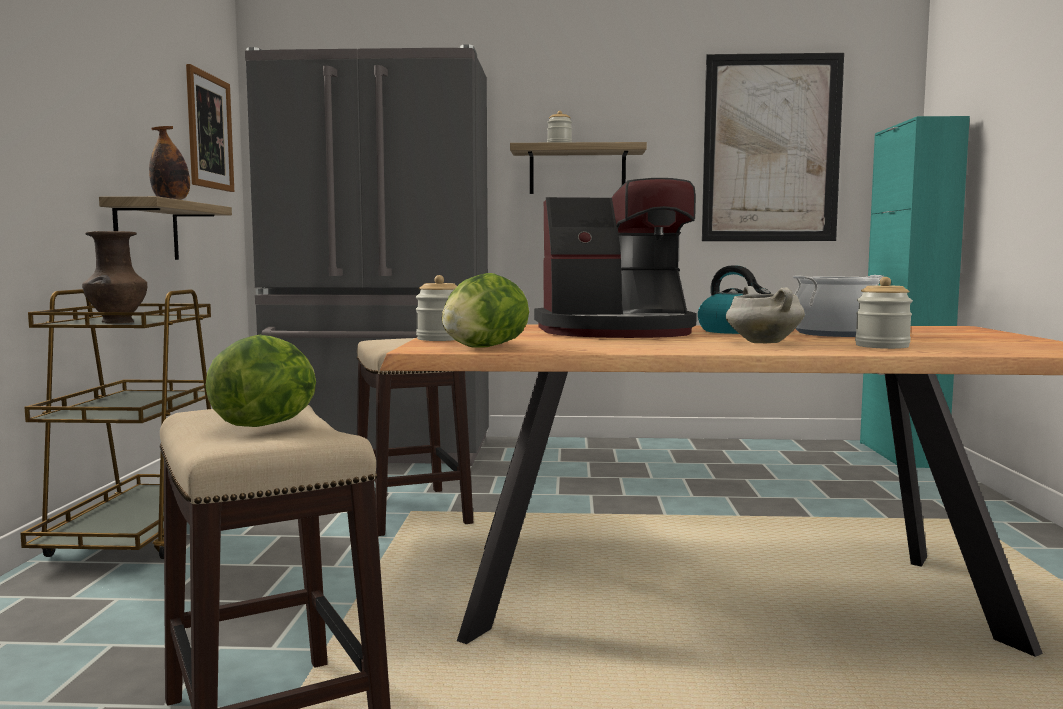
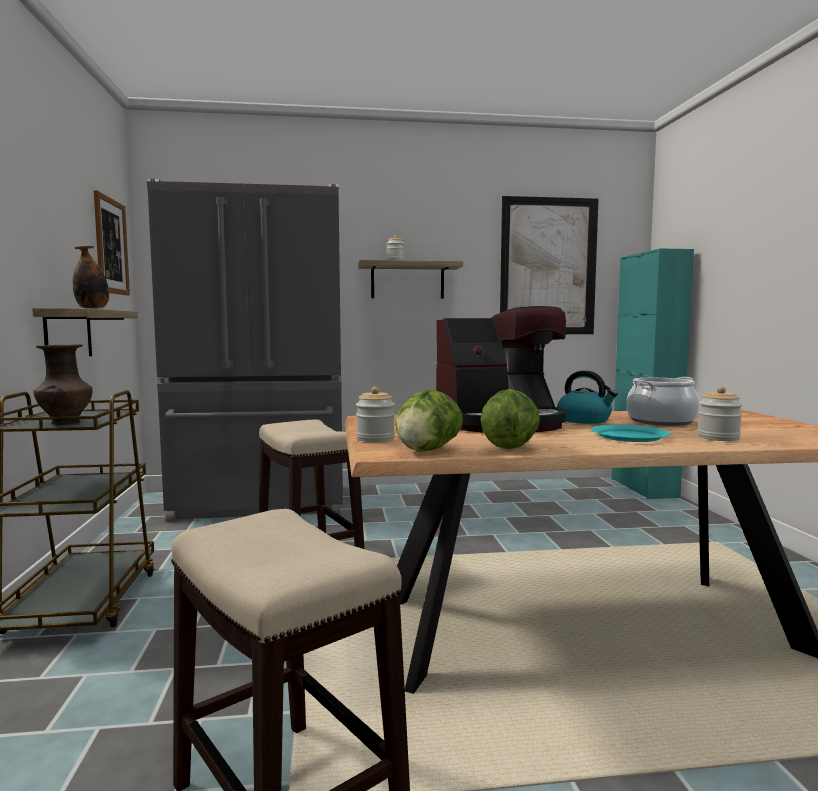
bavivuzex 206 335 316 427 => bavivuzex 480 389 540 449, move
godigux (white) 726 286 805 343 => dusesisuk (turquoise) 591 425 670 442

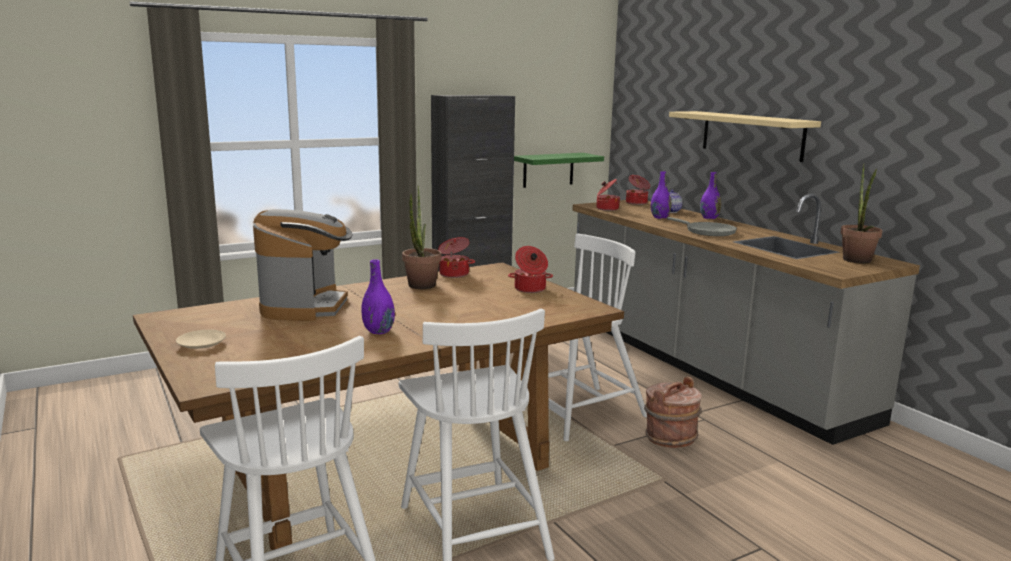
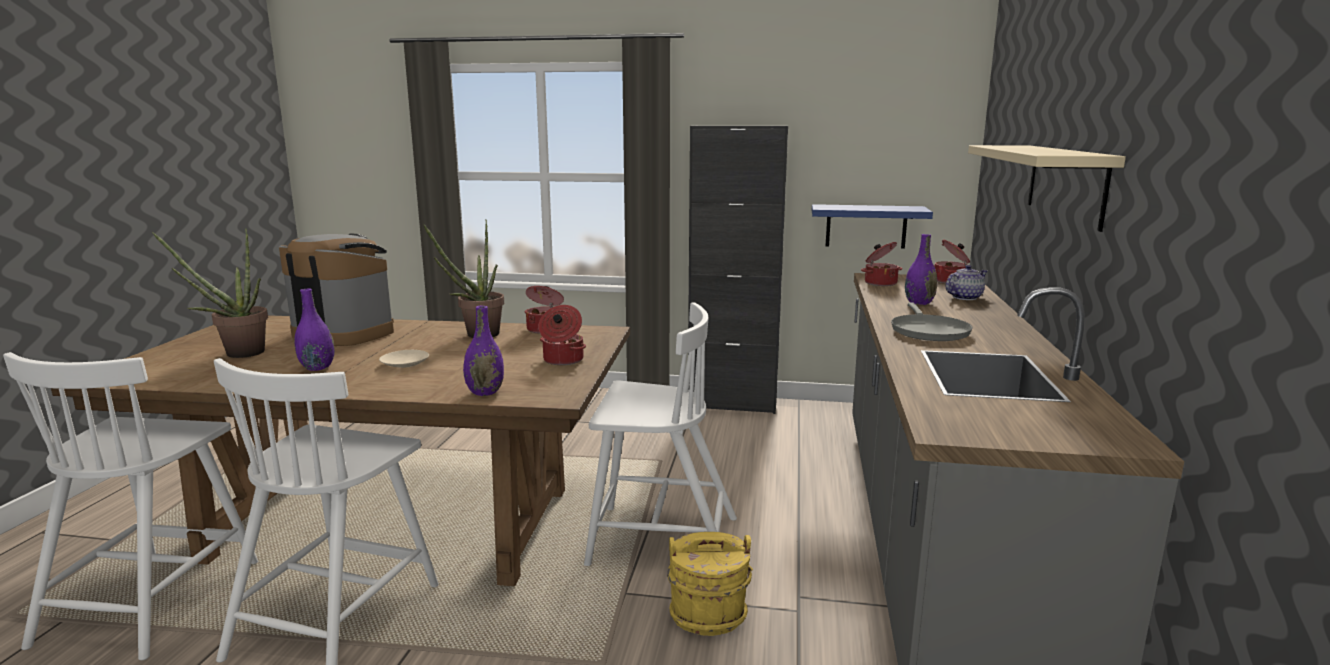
dusesisuk (beige) 176 330 226 349 => dusesisuk (beige) 379 350 429 368, move
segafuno 253 209 353 321 => segafuno 279 233 394 346, 105 degrees counterclockwise
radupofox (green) 514 153 604 188 => radupofox (blue) 812 204 933 249
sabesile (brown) 644 376 702 448 => sabesile (yellow) 667 532 753 636
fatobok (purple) 700 172 721 219 => fatobok (purple) 463 306 504 396, move
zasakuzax 841 164 882 264 => zasakuzax 152 229 268 358, move

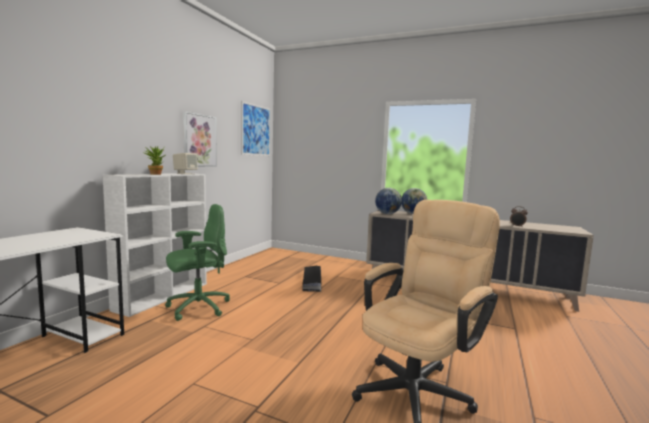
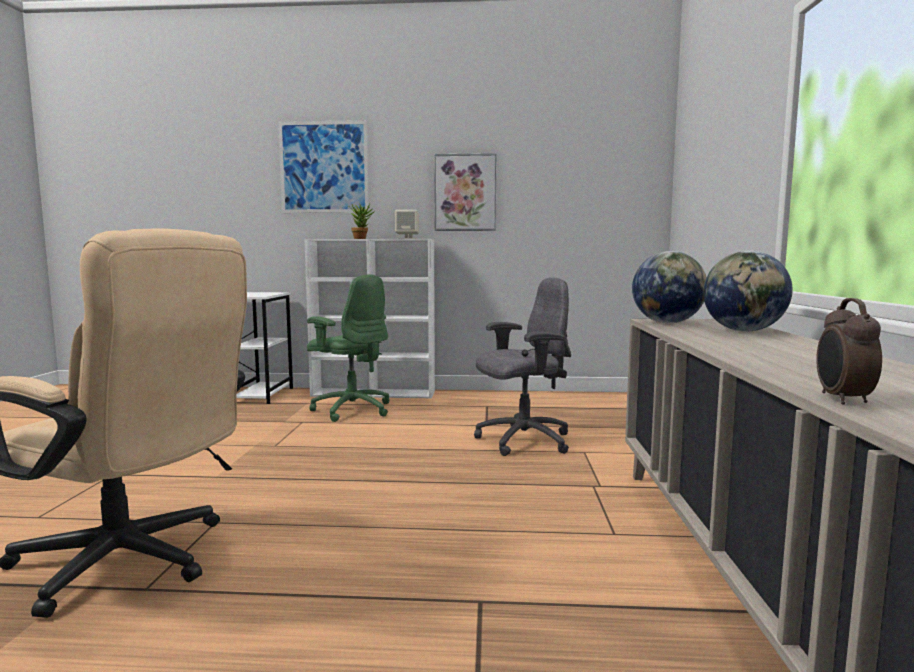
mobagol 241 101 271 156 => mobagol 278 120 369 213, move
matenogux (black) 302 266 321 292 => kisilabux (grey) 474 277 571 456

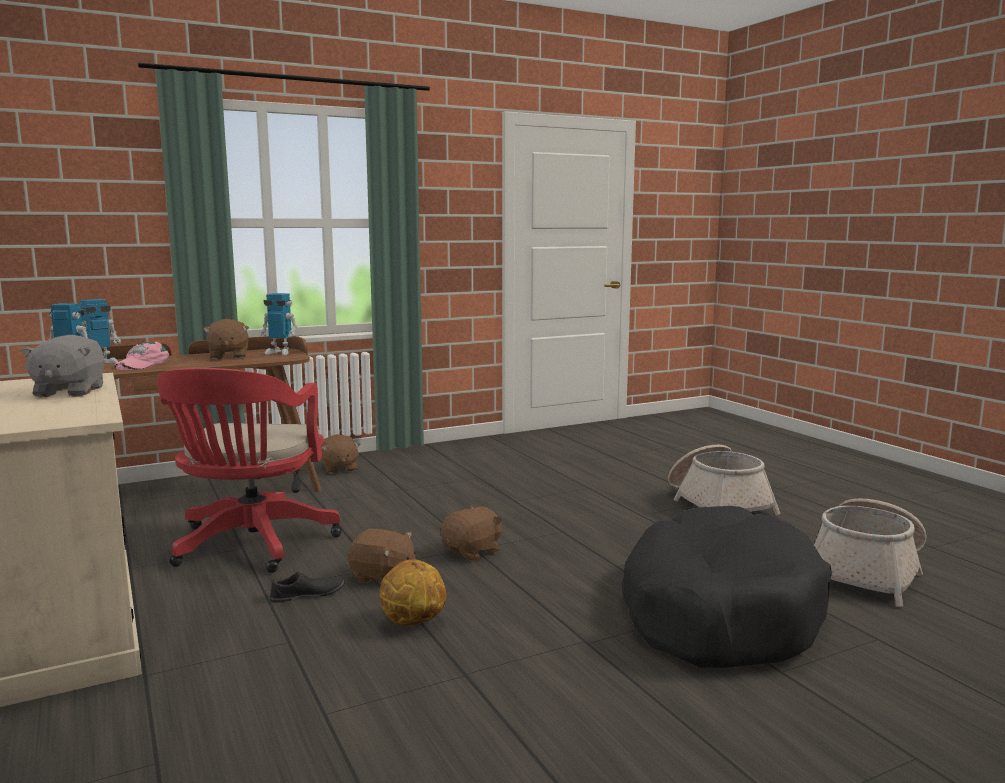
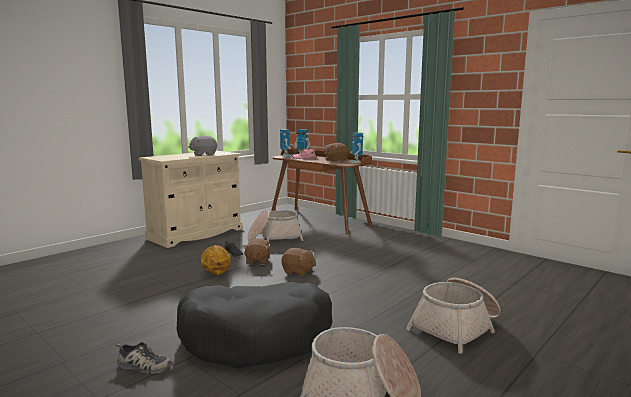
kisilabux (red) 157 368 342 573 => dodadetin 247 210 303 243
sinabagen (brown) 321 434 360 474 => nothing
nothing => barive 115 342 171 374

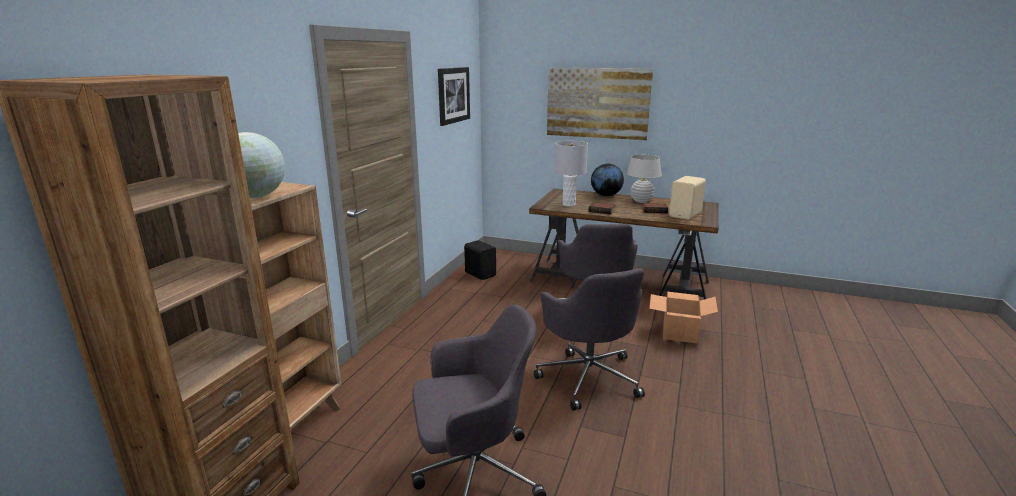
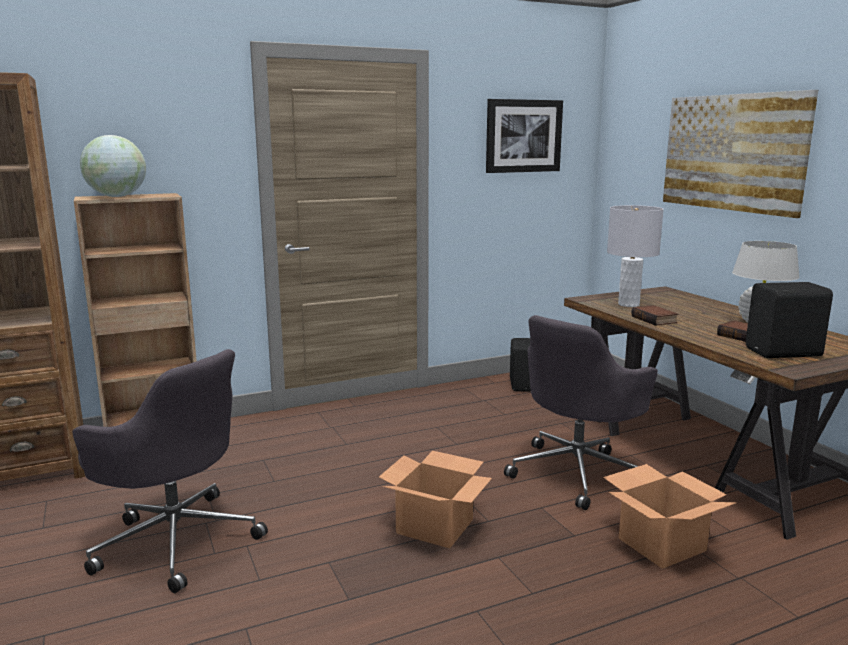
kisilabux (grey) 534 268 645 411 => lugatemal 379 451 492 548
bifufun 591 164 624 196 => nothing
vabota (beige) 669 176 706 220 => vabota (black) 746 282 833 358

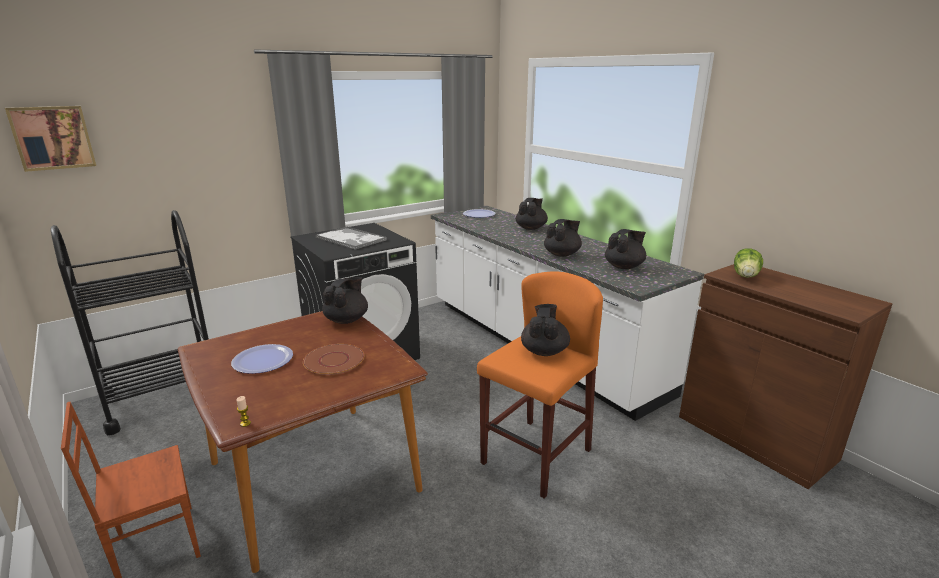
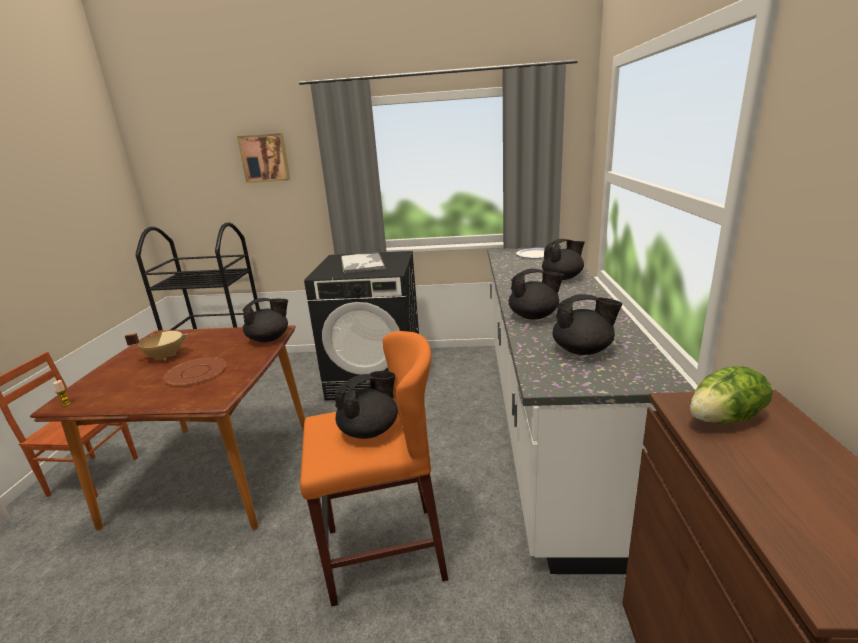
mobagol 5 106 96 172 => mobagol 237 133 290 183, move
dusesisuk 231 344 293 374 => godigux (beige) 125 331 188 361

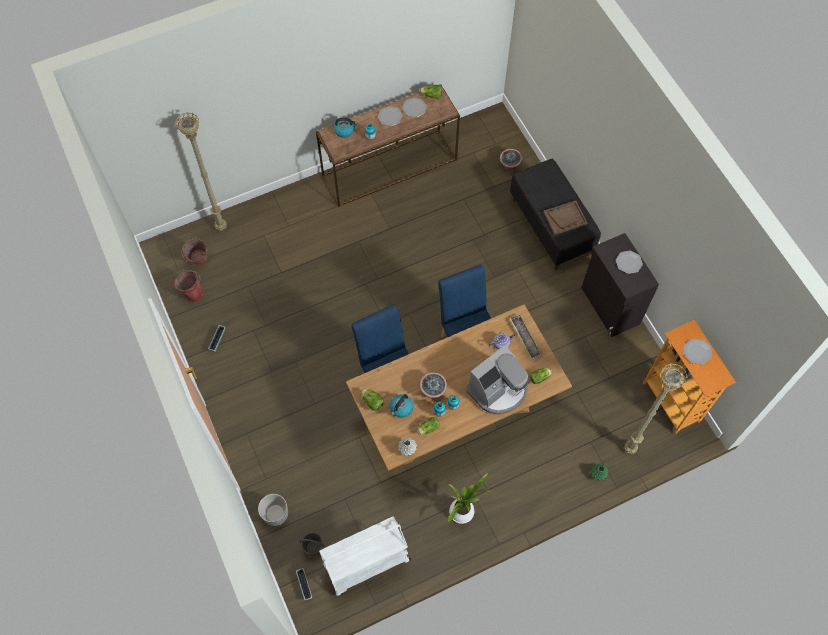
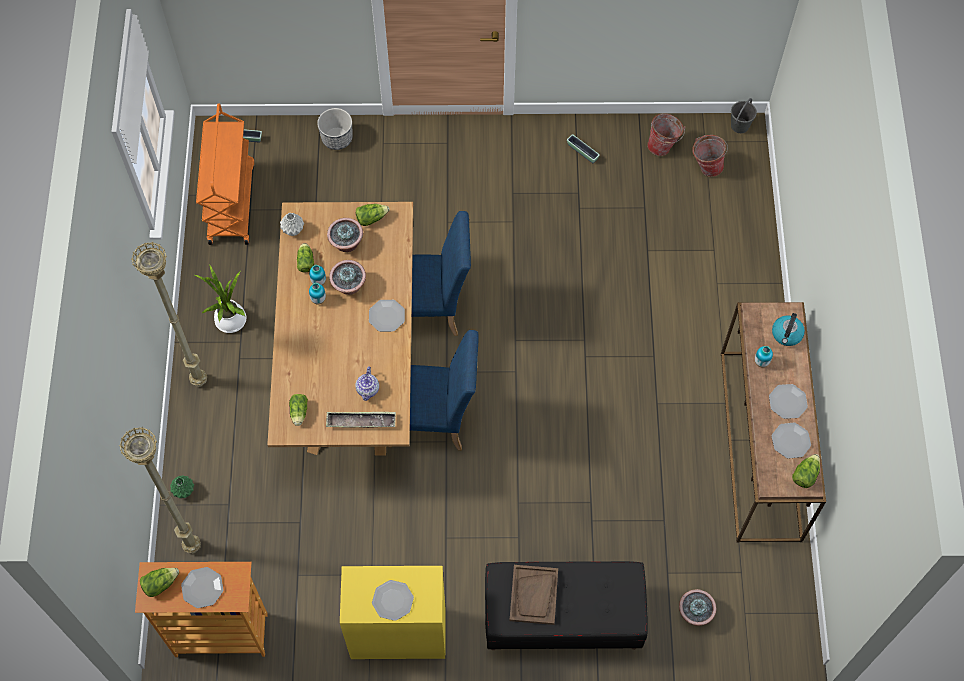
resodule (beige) 175 112 227 231 => resodule (beige) 131 242 207 387, move
sabesile (grey) 299 532 325 556 => sabesile (grey) 731 98 757 133, move
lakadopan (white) 319 517 411 596 => lakadopan (orange) 196 104 255 245
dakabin 389 394 413 418 => zasakuzax 327 218 363 252
segafuno 466 345 529 415 => nothing
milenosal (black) 581 233 659 337 => milenosal (yellow) 340 566 446 659
nothing => bavivuzex 140 568 179 597
nothing => dusesisuk 369 300 405 332

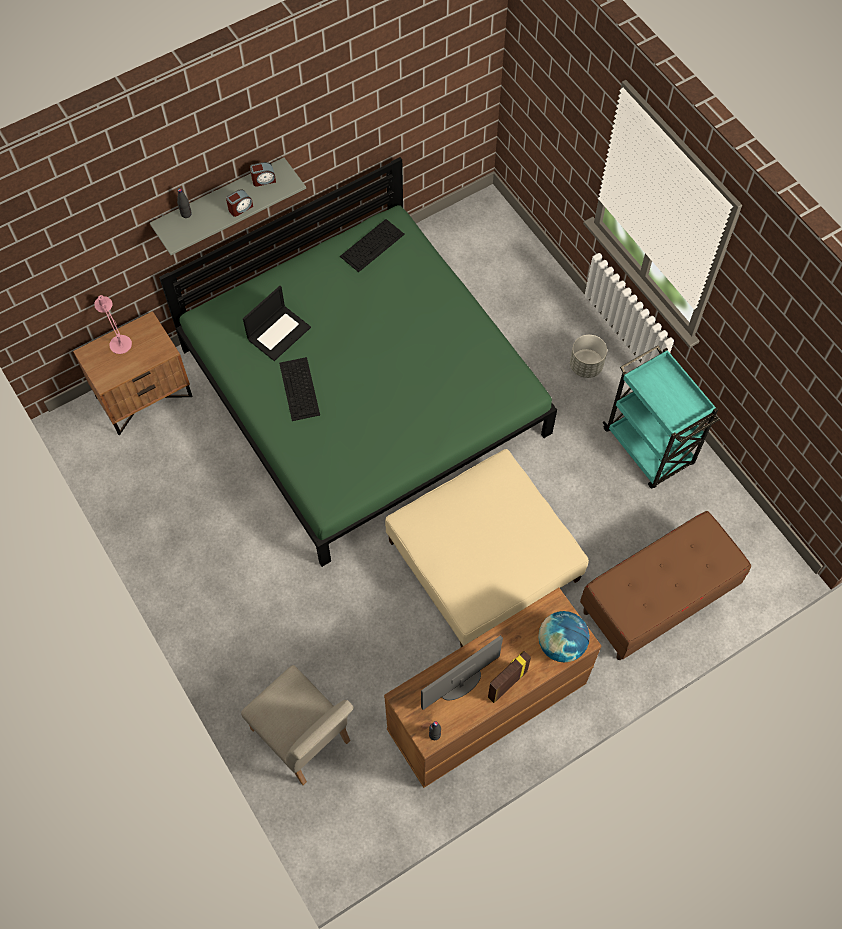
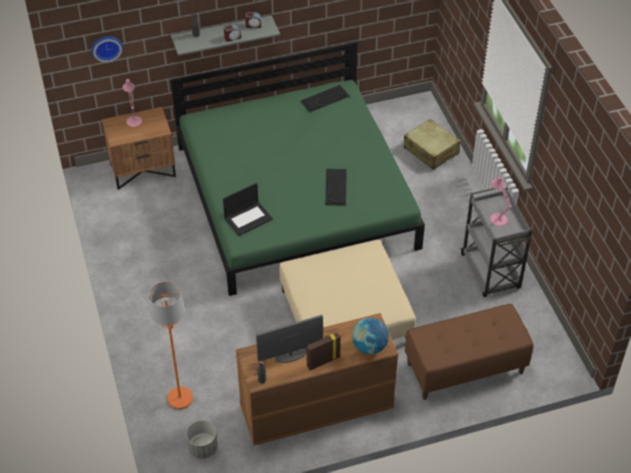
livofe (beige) 241 665 354 785 => resodule (orange) 149 282 193 409
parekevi 243 286 311 361 => parekevi 223 183 273 236, move
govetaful 279 357 320 421 => govetaful 325 169 347 205, move
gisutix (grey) 570 335 607 378 => gisutix (grey) 186 420 218 459, move
lakadopan (turquoise) 602 345 720 488 => lakadopan (grey) 461 188 532 297
nothing => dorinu 91 36 123 63
nothing => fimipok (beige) 404 119 461 170
nothing => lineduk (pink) 490 176 511 226

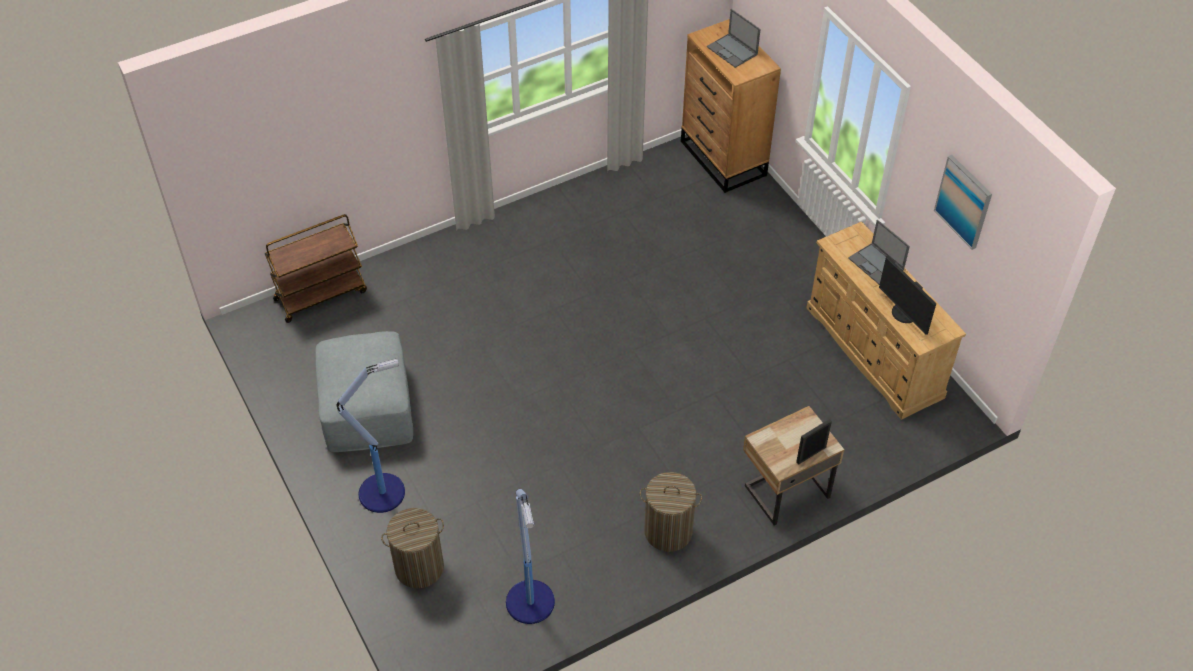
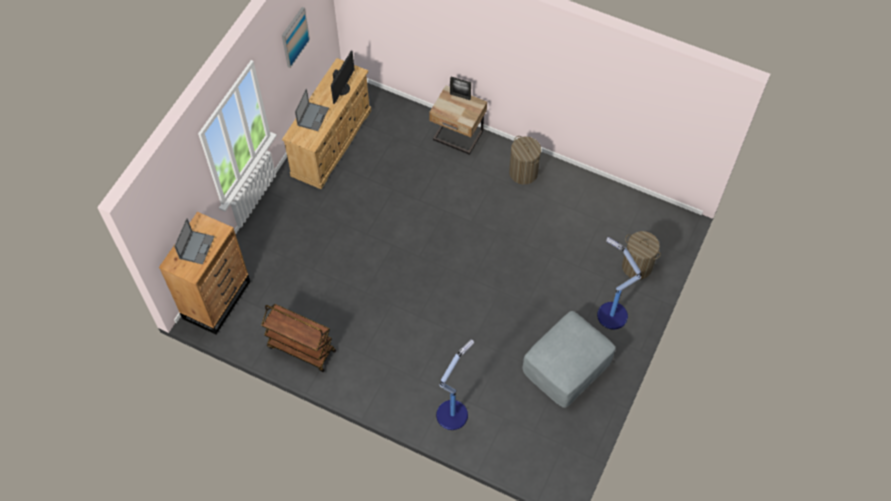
lakadopan (brown) 265 214 367 323 => lakadopan (brown) 261 304 336 372, move
resodule 506 489 555 624 => resodule 436 339 475 430, move

